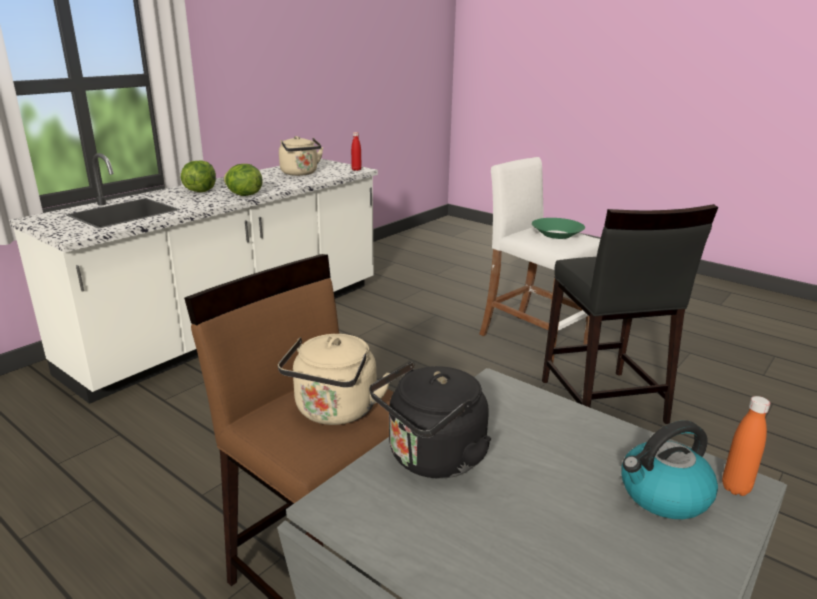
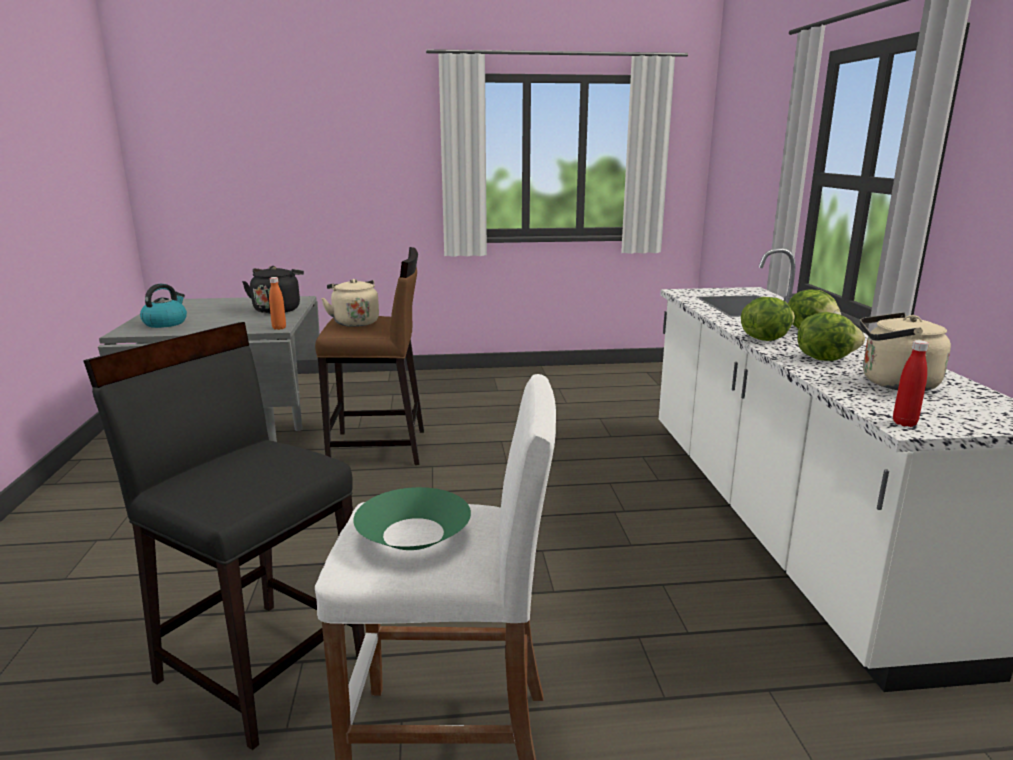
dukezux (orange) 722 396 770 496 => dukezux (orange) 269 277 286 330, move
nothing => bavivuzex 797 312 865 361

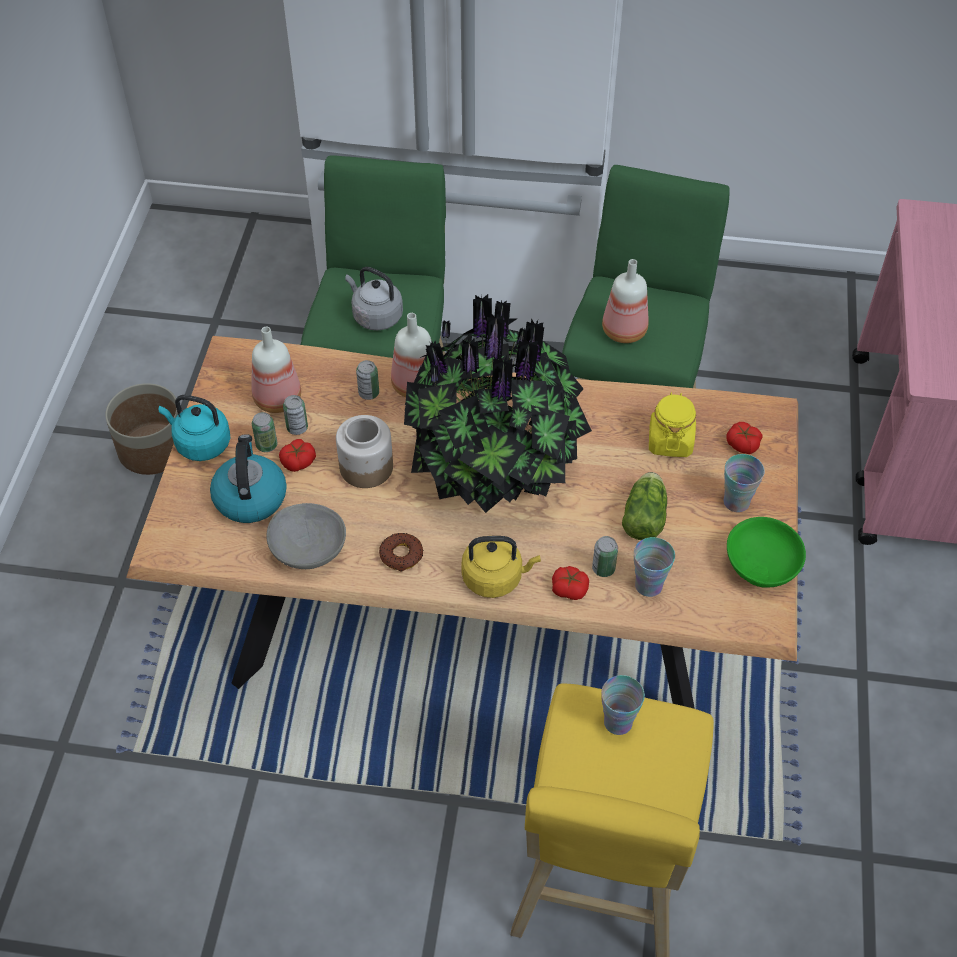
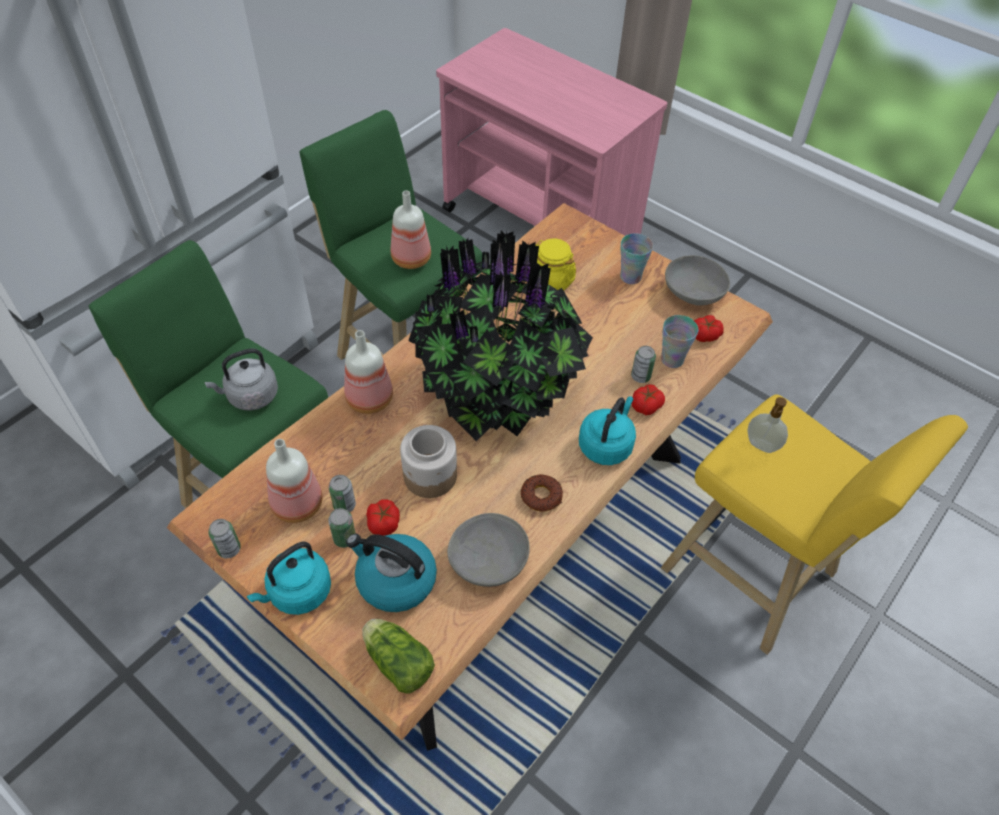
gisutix 105 383 178 475 => nothing
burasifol 356 360 379 400 => burasifol 208 519 241 559, move
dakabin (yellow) 461 536 541 598 => dakabin (turquoise) 579 396 636 465
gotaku 601 675 645 735 => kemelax 747 397 788 453
bavivuzex 622 472 667 540 => bavivuzex 362 619 435 694, move
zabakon 727 422 762 454 => zabakon 694 315 723 342, move
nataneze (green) 727 517 806 588 => nataneze (grey) 665 255 730 306

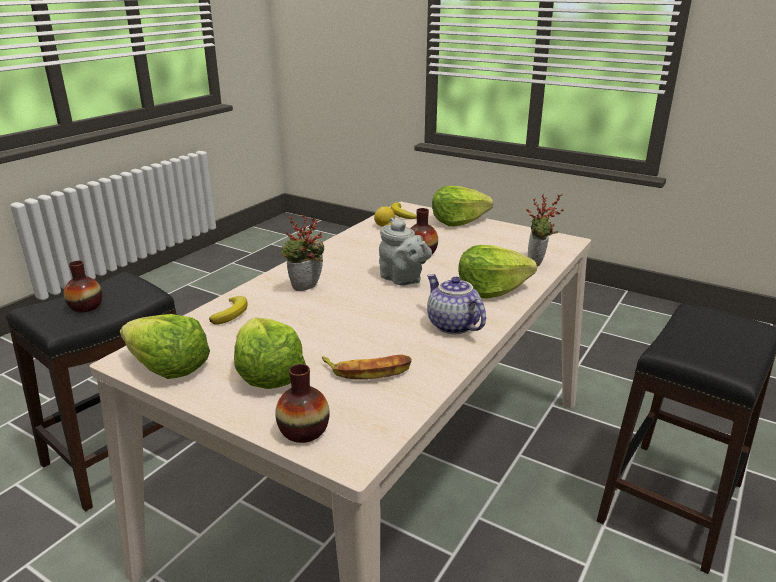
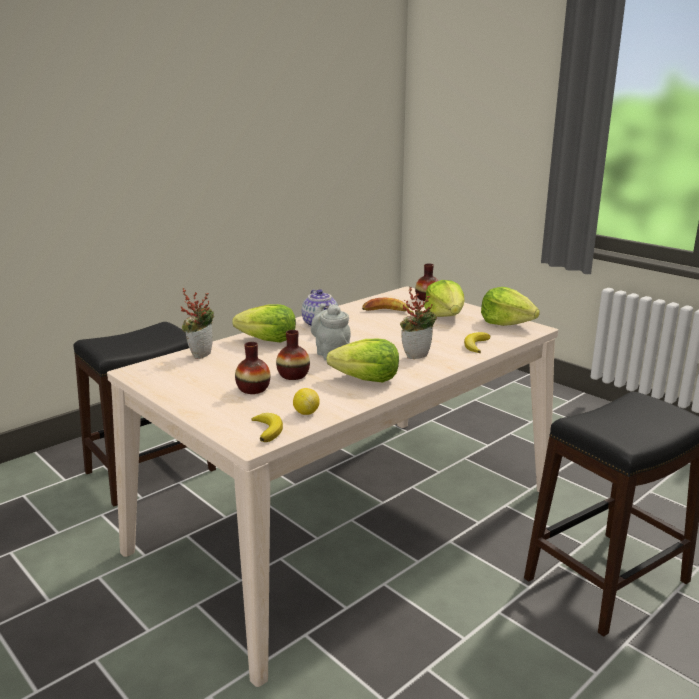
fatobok 64 261 102 313 => fatobok 235 342 270 394, move
bavivuzex 432 186 493 226 => bavivuzex 326 339 399 383, move

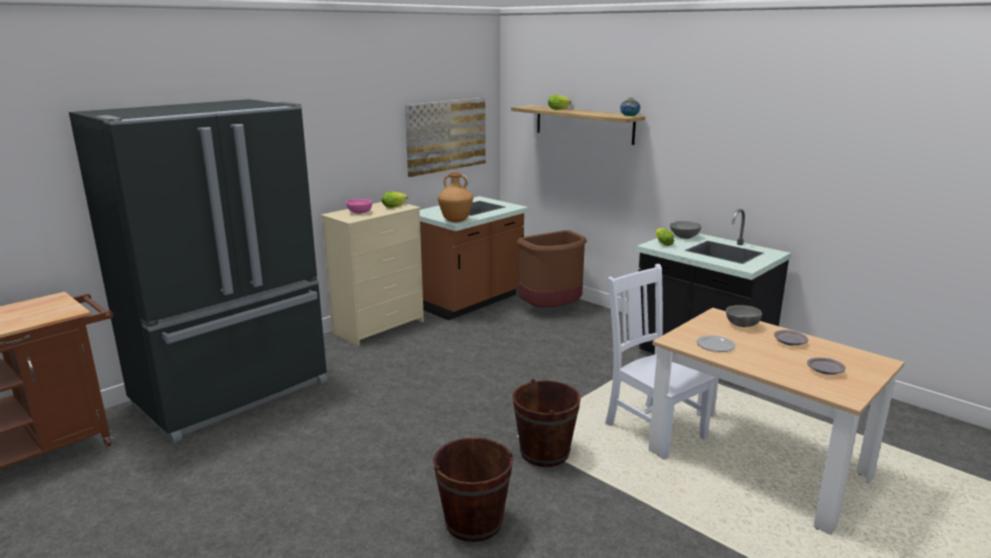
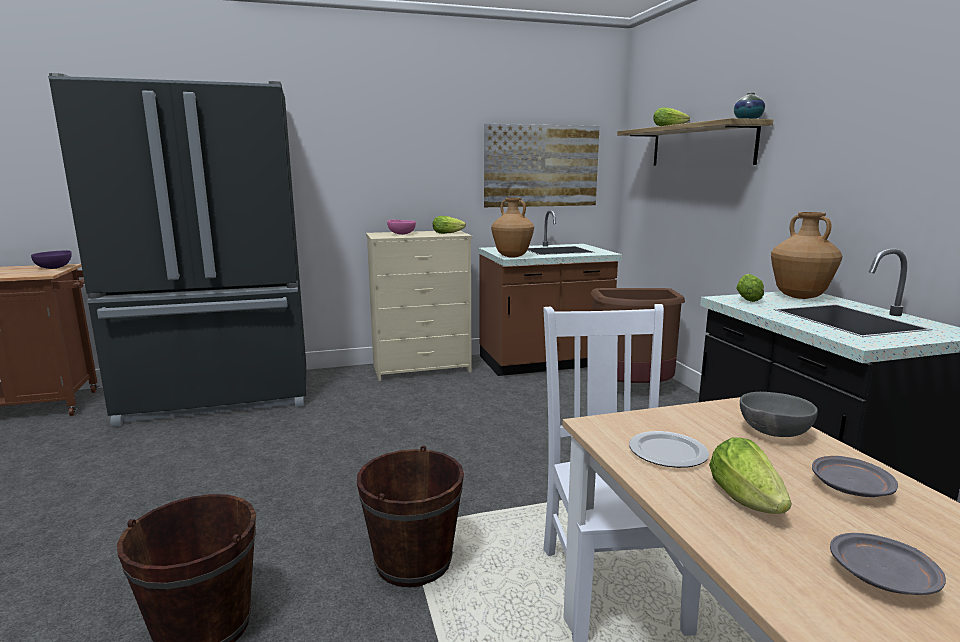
nataneze (grey) 670 221 702 239 => fatobok (brown) 771 212 842 299
nothing => nataneze (purple) 31 250 72 269
nothing => bavivuzex 709 437 792 514

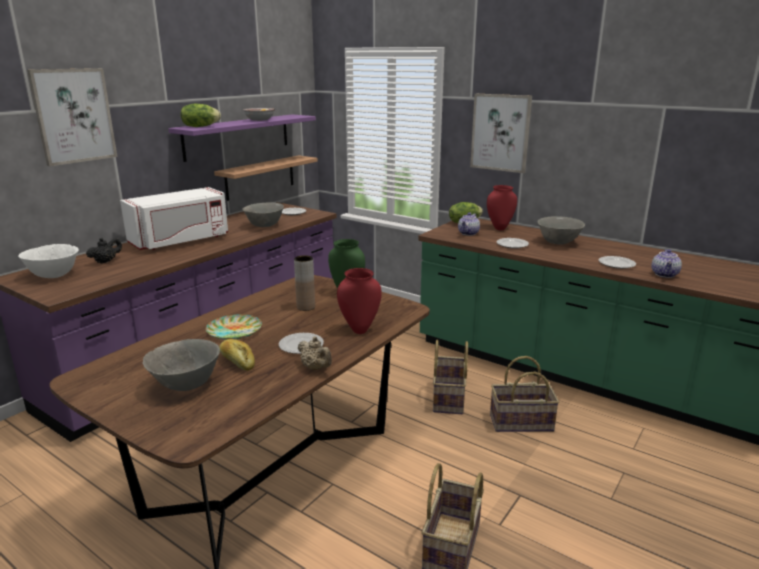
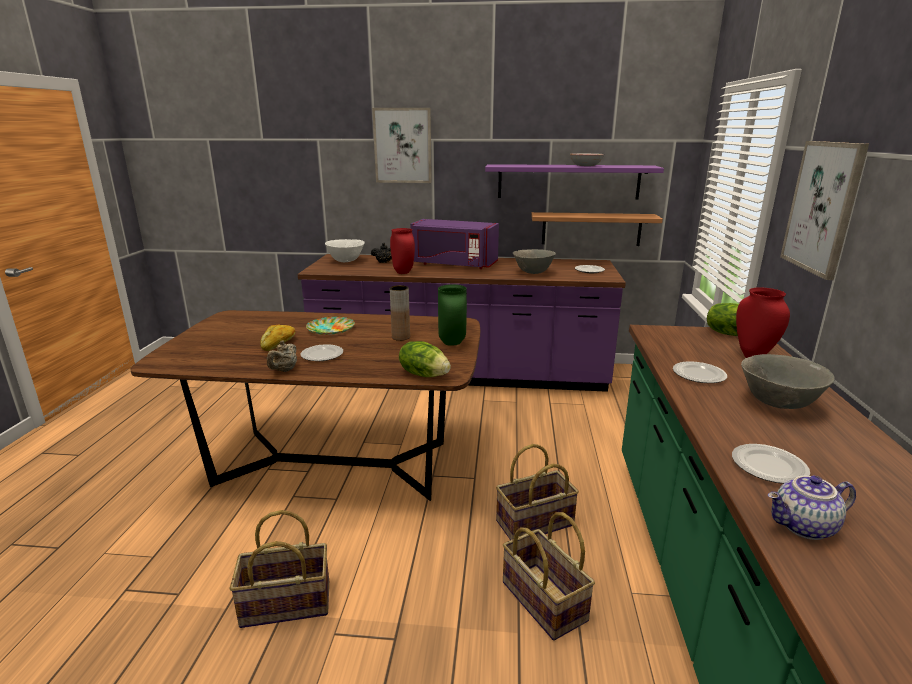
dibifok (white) 120 187 228 250 => dibifok (purple) 410 219 499 269
nataneze (grey) 143 339 220 391 => nothing
bavivuzex 181 103 221 127 => bavivuzex 399 341 451 377, move
fatobok (red) 337 268 382 334 => fatobok (red) 390 228 415 274, move
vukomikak 458 213 480 236 => nothing

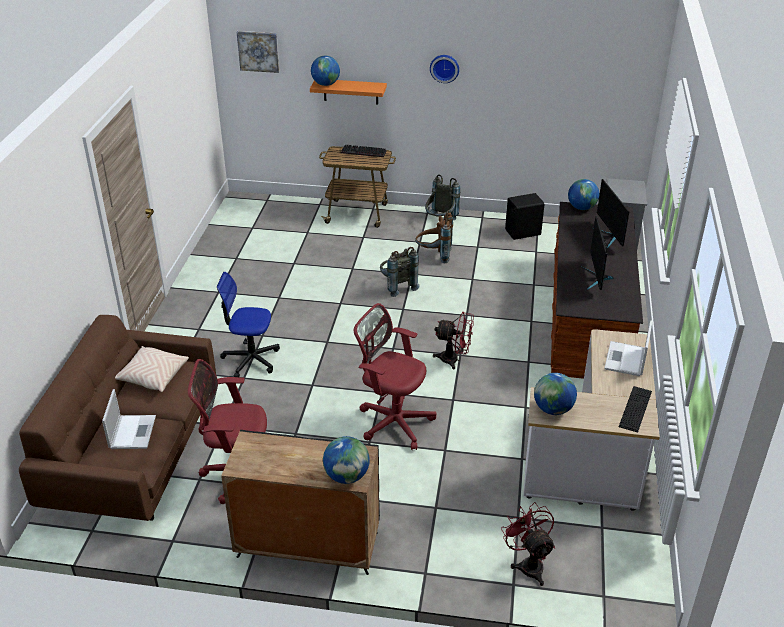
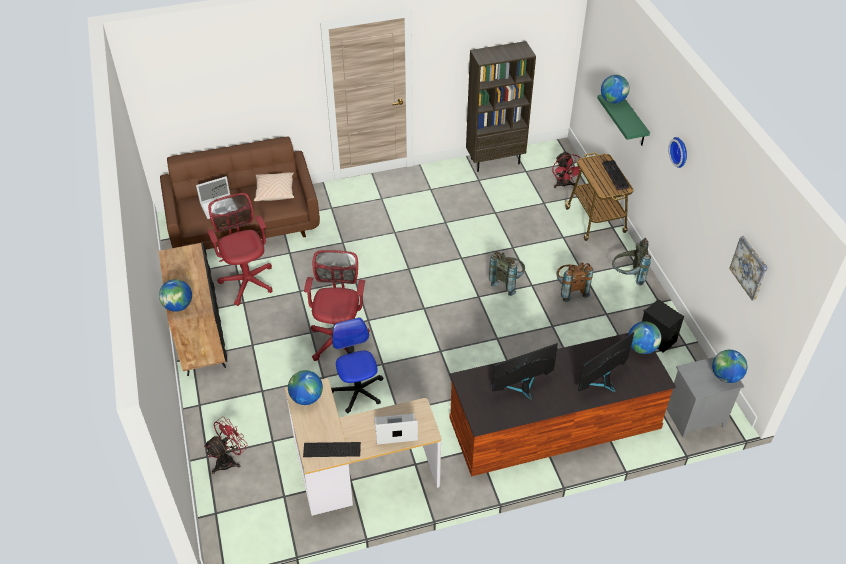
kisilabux 217 272 280 377 => kisilabux 331 317 383 413, move
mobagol 237 31 279 73 => mobagol 729 236 768 300, move
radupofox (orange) 310 80 387 105 => radupofox (green) 597 95 650 145
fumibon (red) 433 312 474 369 => fumibon (red) 553 151 581 188, move
nothing => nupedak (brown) 466 41 536 172
nothing => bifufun 712 350 747 383

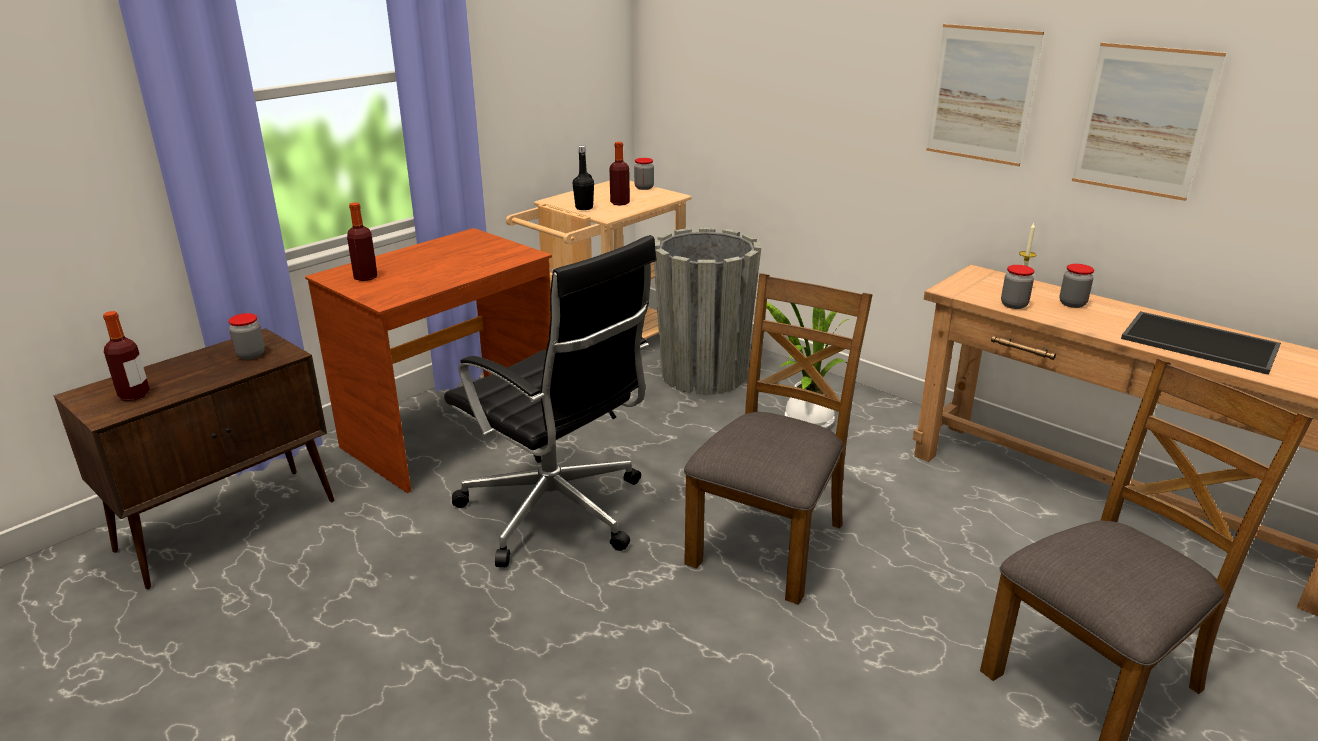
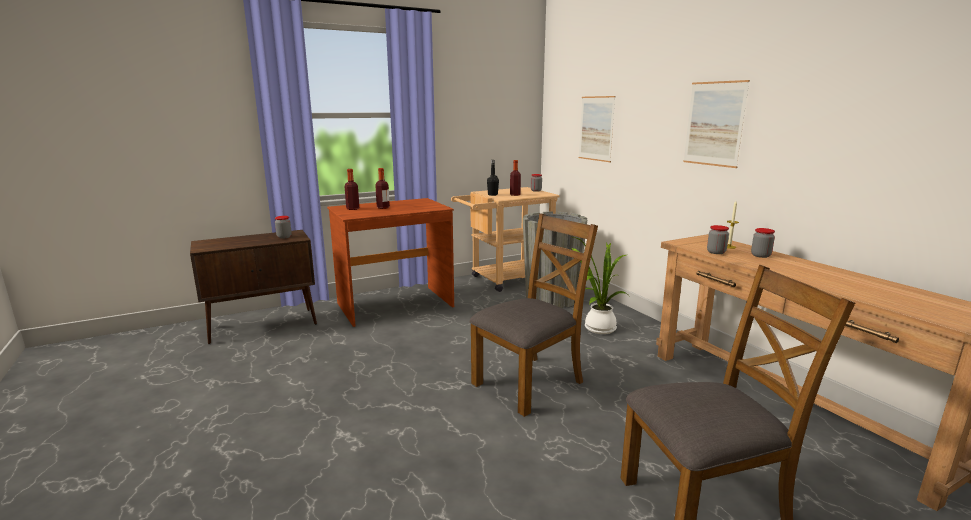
dukezux 103 311 150 401 => dukezux 375 168 390 209, move
kisilabux (black) 444 235 657 567 => nothing
mobagol 1072 42 1226 201 => mobagol 579 96 616 162, move
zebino 1121 311 1281 375 => nothing

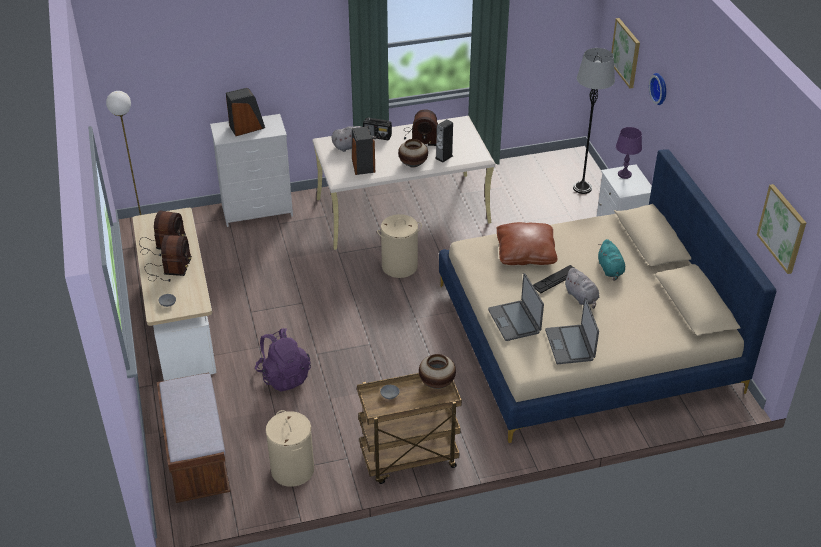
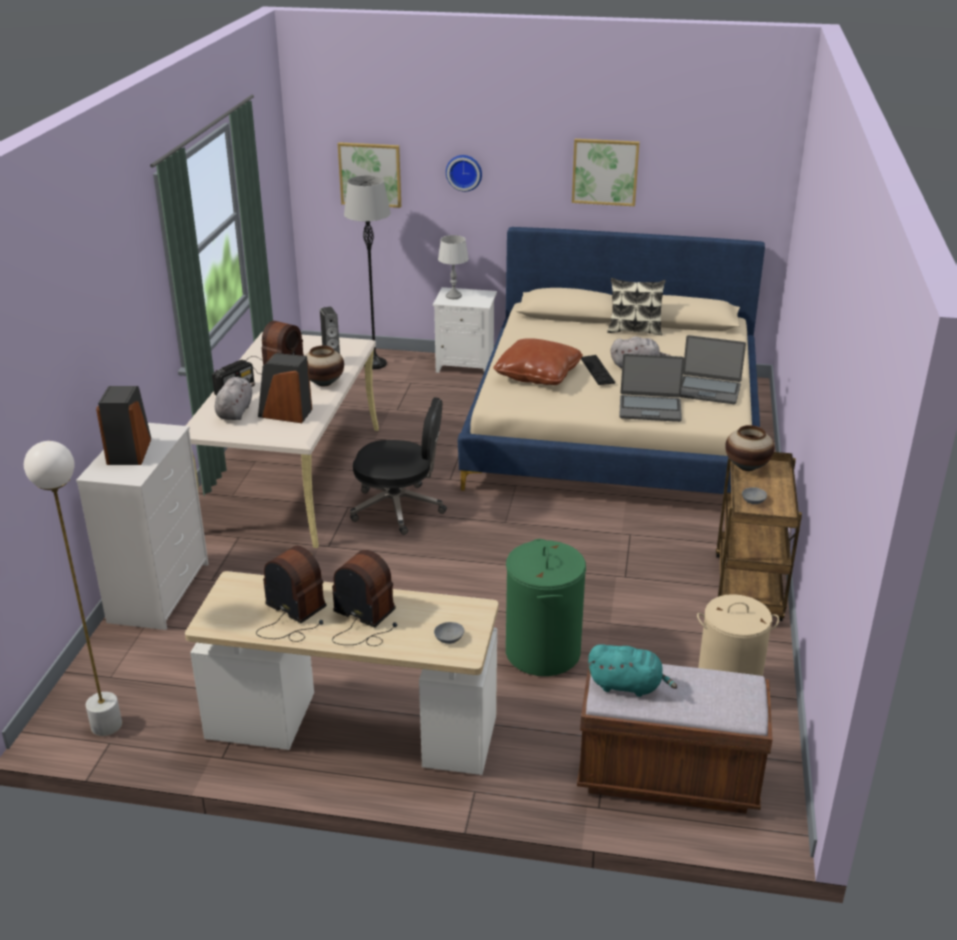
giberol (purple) 255 328 311 392 => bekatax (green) 506 539 586 676
bekatax (beige) 377 214 422 278 => kisilabux (black) 350 397 447 535
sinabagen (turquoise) 598 239 625 281 => sinabagen (turquoise) 588 644 677 697, move
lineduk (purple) 616 127 642 179 => lineduk (grey) 438 235 469 299
mobagol 757 184 806 274 => mobagol 572 139 640 206, move
nothing => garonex 607 278 666 335

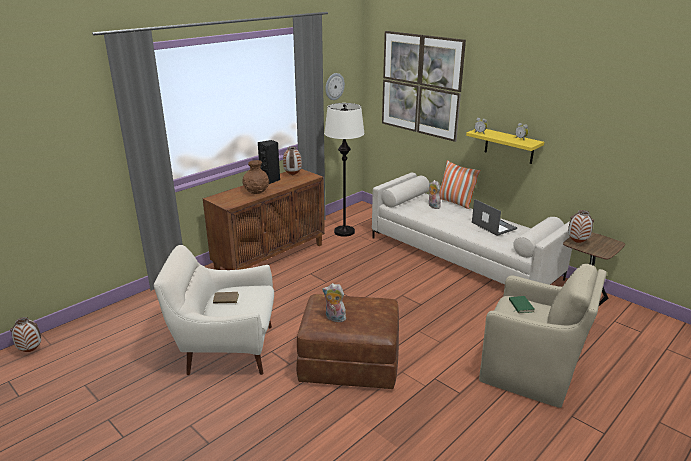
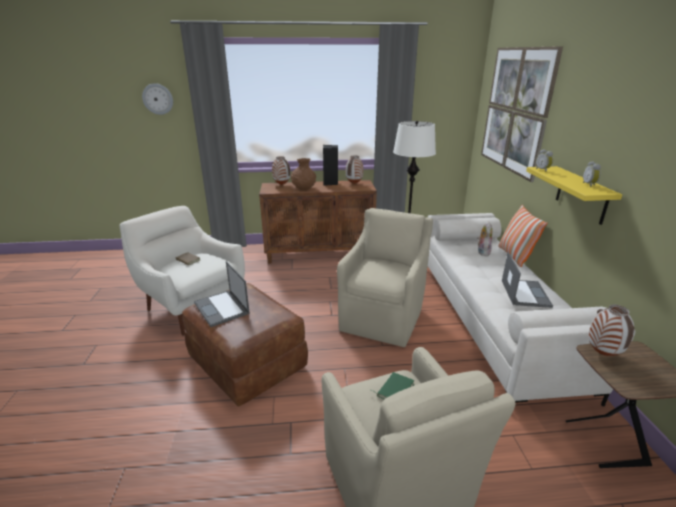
fatobok 10 317 41 352 => fatobok 272 156 290 185, move
sinabagen 322 283 346 322 => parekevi 194 261 250 327
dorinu 325 73 345 100 => dorinu 142 83 173 115, move
nothing => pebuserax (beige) 337 208 433 347

